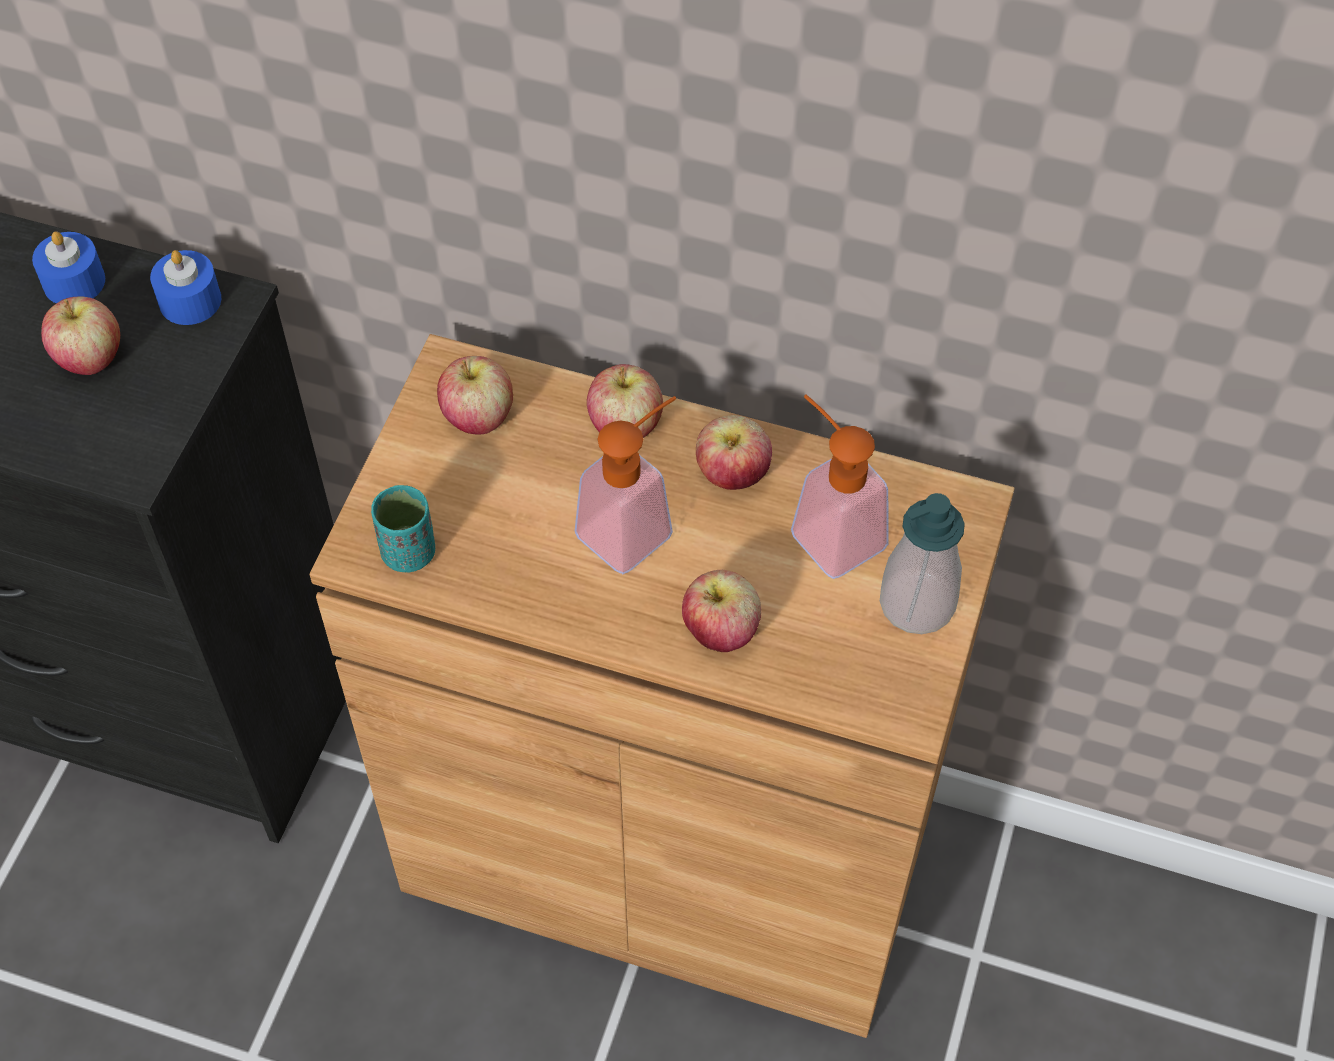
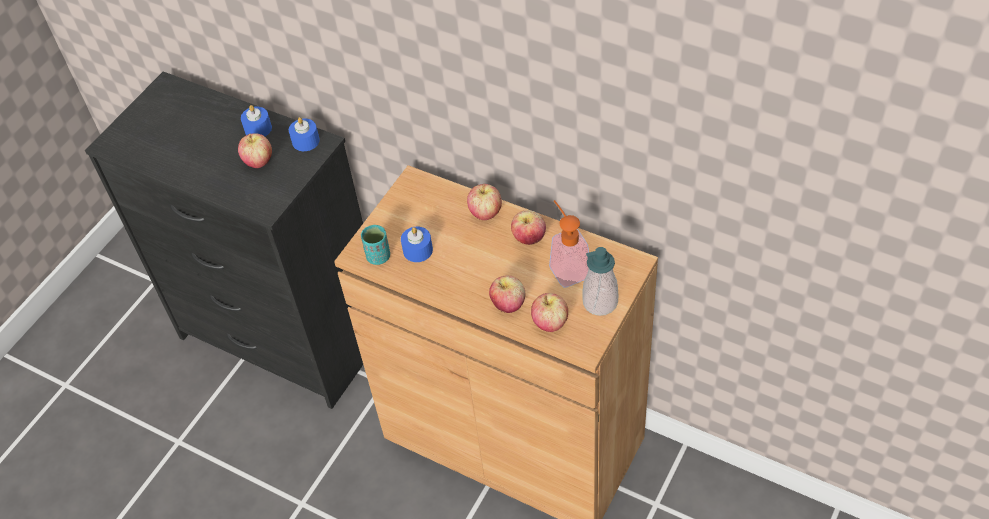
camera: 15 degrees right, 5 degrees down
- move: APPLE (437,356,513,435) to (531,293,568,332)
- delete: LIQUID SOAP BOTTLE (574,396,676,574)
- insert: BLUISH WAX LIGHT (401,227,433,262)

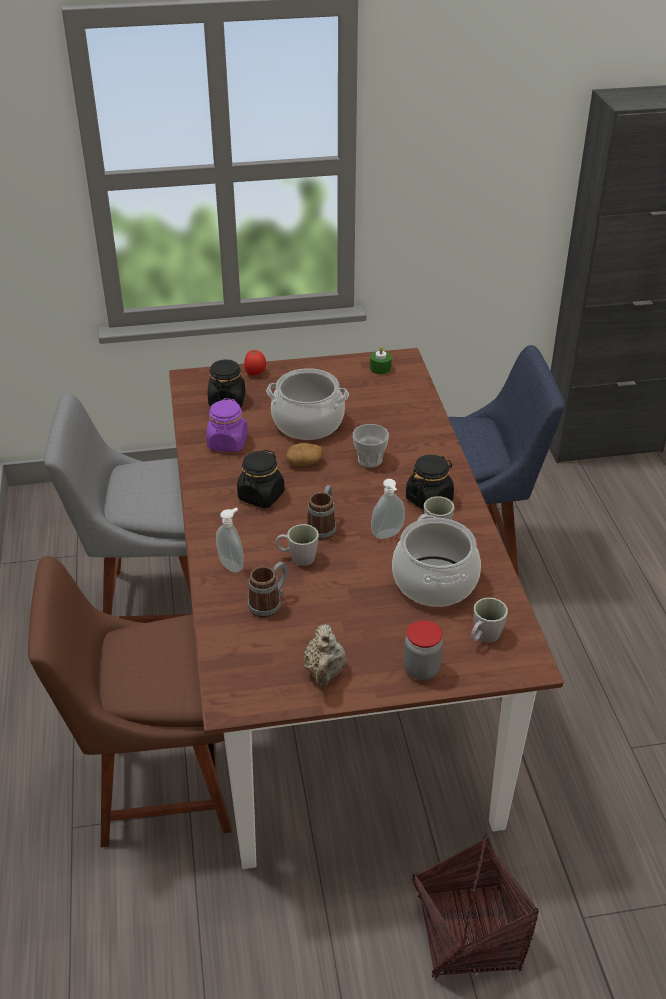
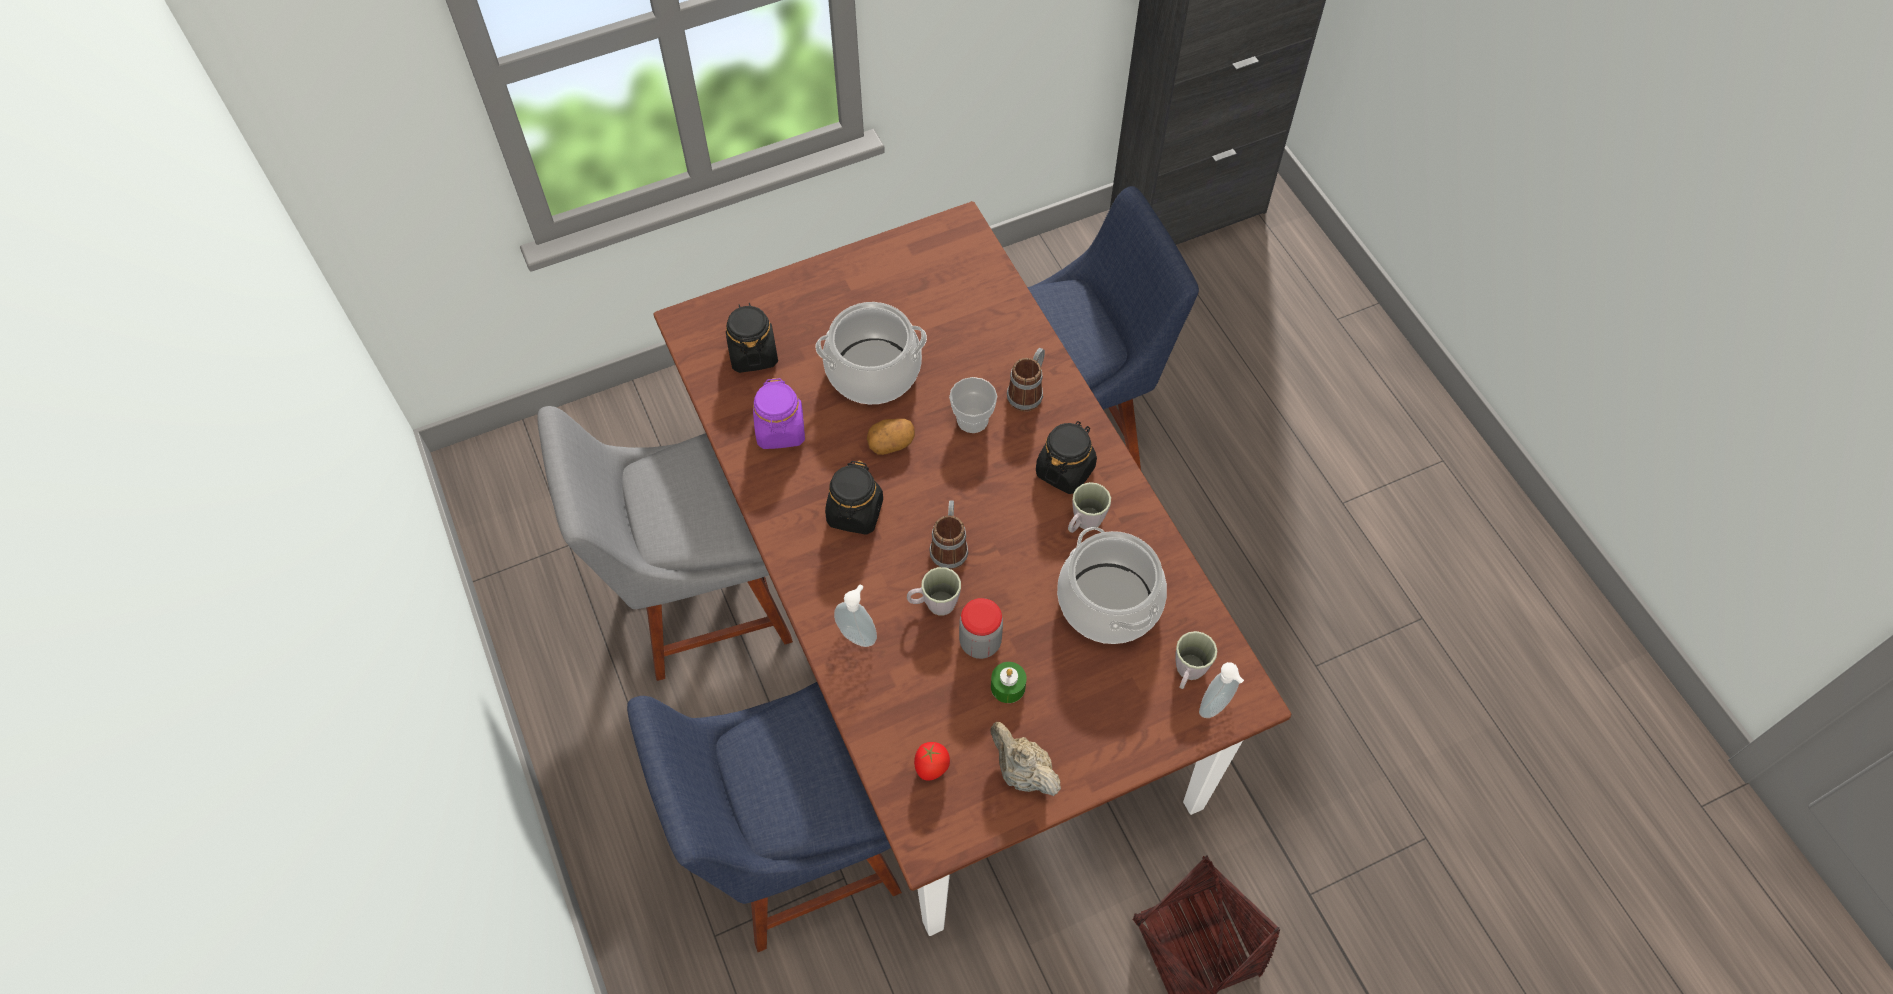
camera: 15 degrees left, 20 degrees up
- recolor: BROWN CHAIR (28,556,232,848) to BLUISH CHAIR (627,682,902,952)
- move: WHOLE TOMATO (244,350,266,375) to (914,742,950,781)
- move: TEA MUG (248,562,288,618) to (1007,348,1045,411)
- rotate: BEIGE TEA POT (304,624,346,687) = (990,722,1061,796) 150 degrees clockwise
- move: GREEN WAX LIGHT (370,346,392,375) to (991,662,1027,703)
- move: LIQUID SOAP BOTTLE (371,479,405,539) to (1199,662,1244,718)
- move: JAR (404,620,443,680) to (959,598,1003,659)

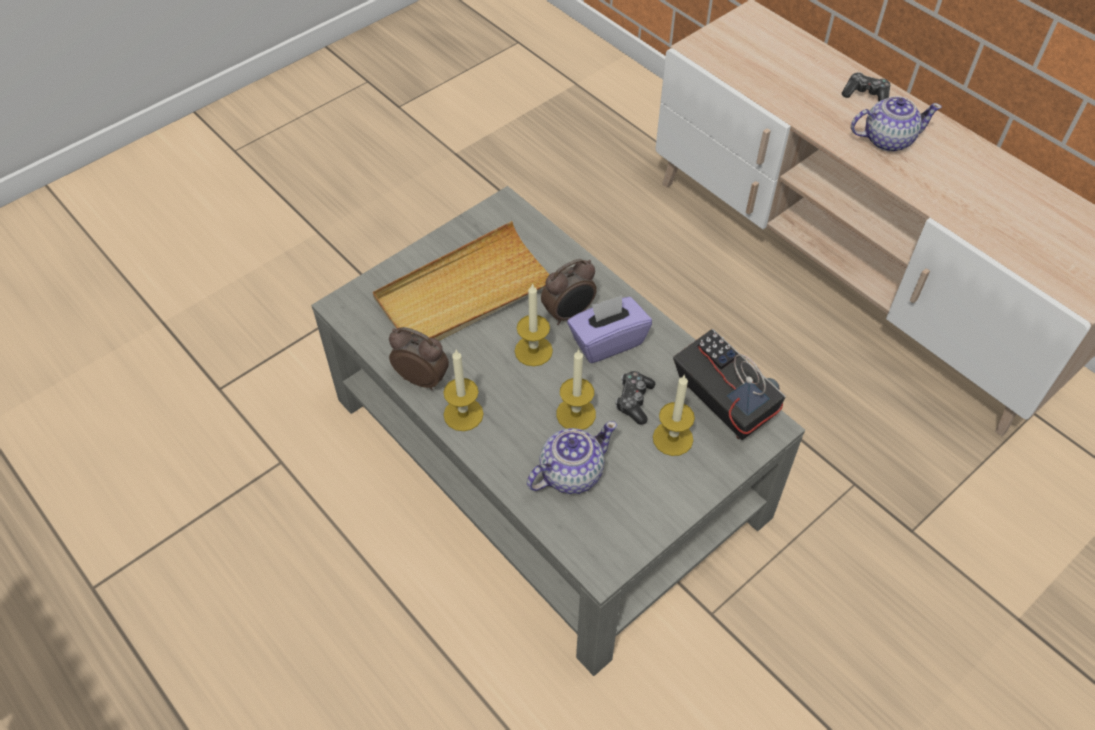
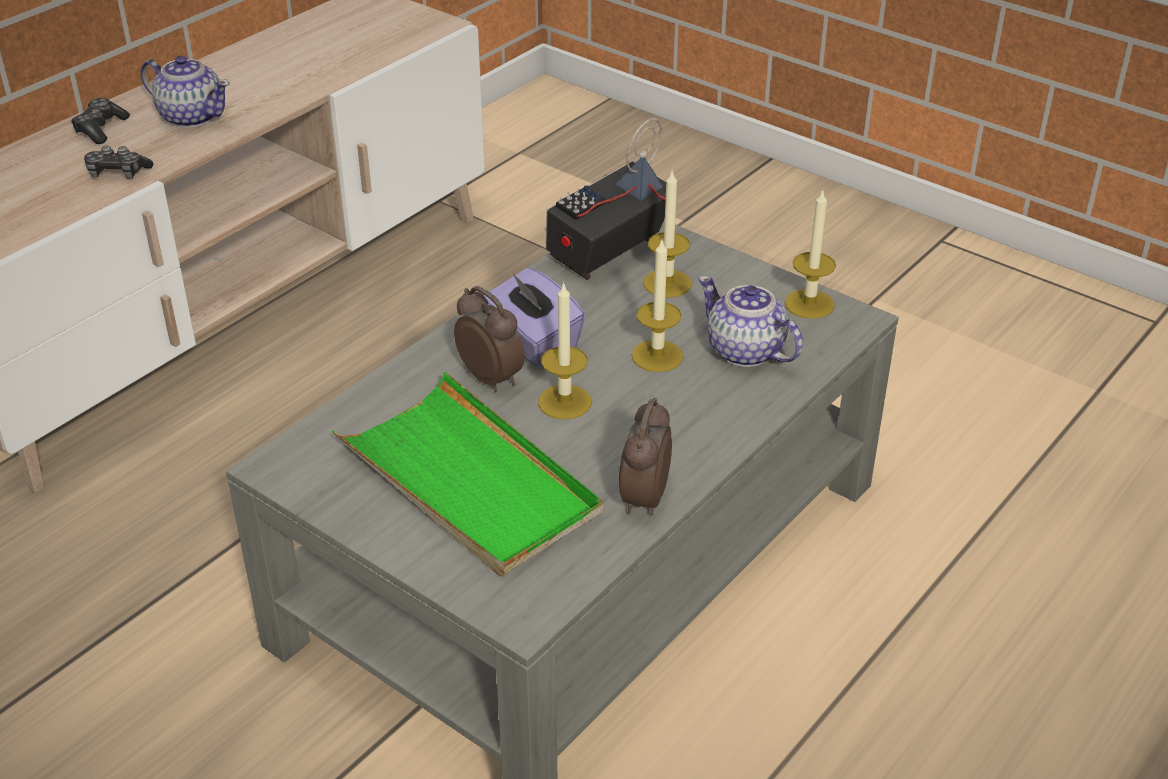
camera: 100 degrees left, 15 degrees down
- recolor: BEIGE CARRYING TRAY (373,221,550,341) to GREEN CARRYING TRAY (332,372,603,577)
- move: WAX LIGHT (443,350,484,431) to (785,189,836,319)
- move: GAME CONTROLLER (615,371,655,425) to (84,146,153,179)
- rotate: TEA POT (851,96,942,152) = (141,56,230,128) 135 degrees clockwise

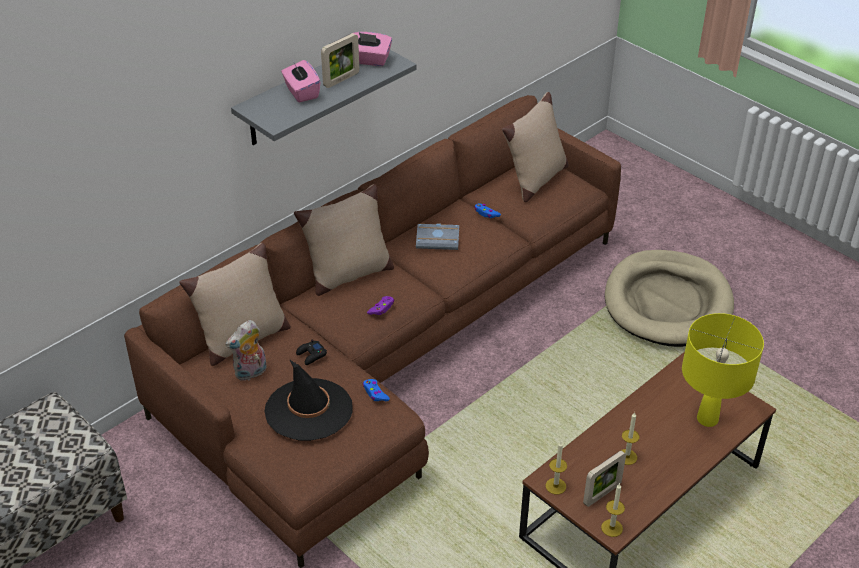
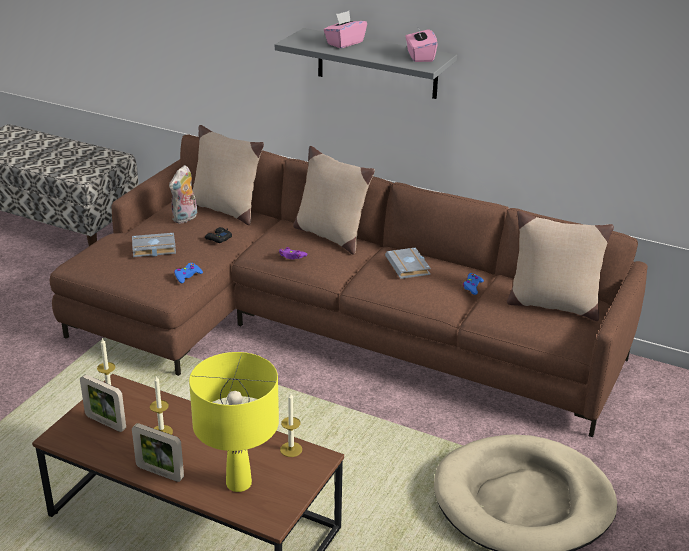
camera: 70 degrees right, 10 degrees down
- rotate: CUDDLY TOY (225,320,267,381) = (169,165,197,224) 90 degrees counterclockwise
- replace: BLACK-COLOURED CLOTHING HAT (265,359,353,441) to GRAY BOUND BOOK (132,233,176,257)
- move: STANDING FRAME (321,33,359,88) to (132,423,184,482)
- move: WAX LIGHT (601,483,625,537) to (280,392,302,457)

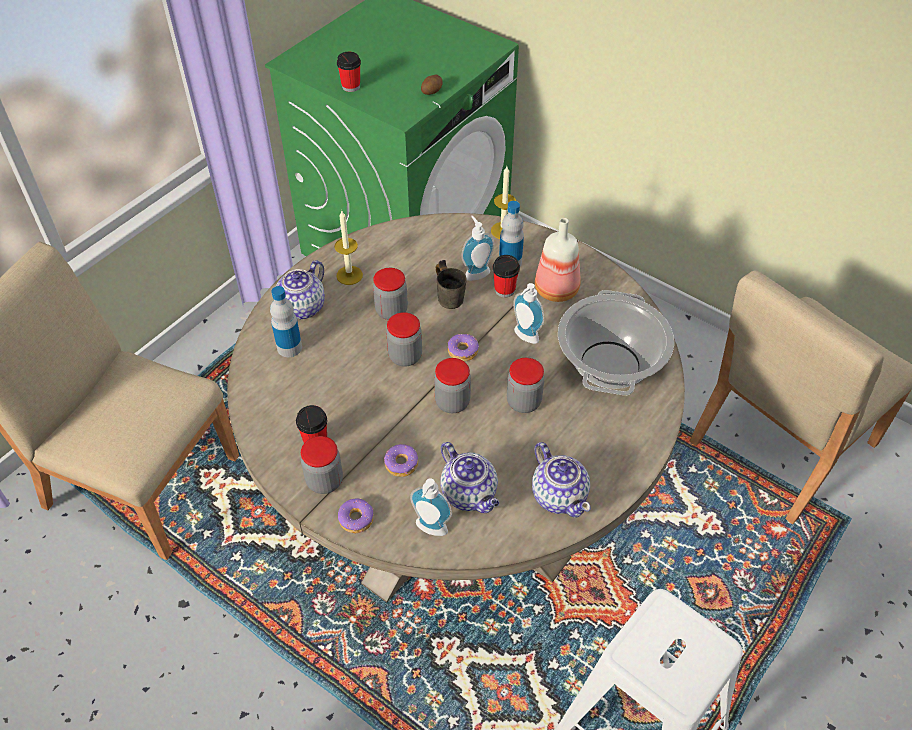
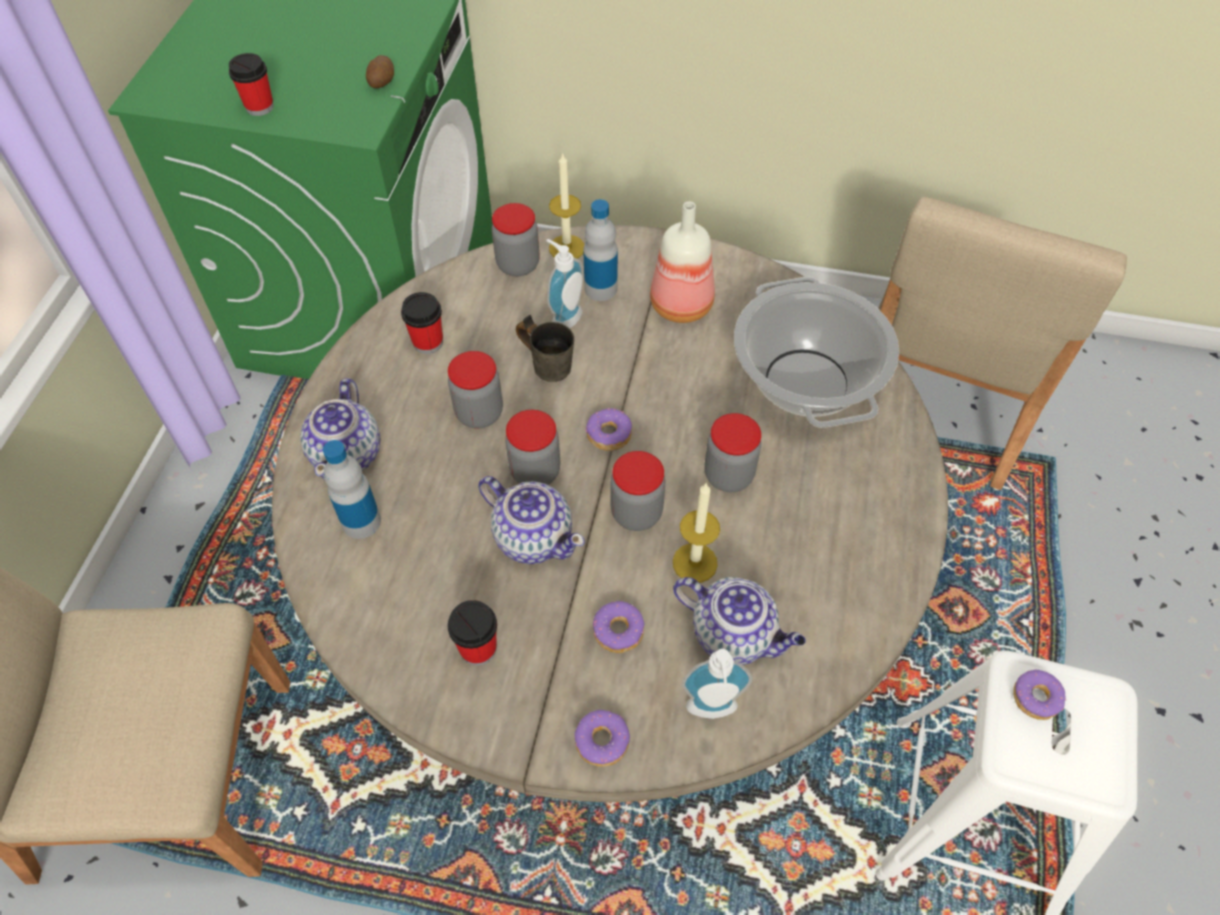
camera: 25 degrees left, 5 degrees up
- move: JAR (301,436,343,494) to (492,203,539,276)
- move: WAX LIGHT (334,211,363,285) to (673,484,720,583)
- move: CUP (493,255,520,297) to (401,292,443,354)
- delete: LIQUID SOAP BOTTLE (513,283,544,344)
- move: TEA POT (532,442,590,518) to (478,476,585,564)
- insert: DOUGHNUT (1013,670,1066,720)

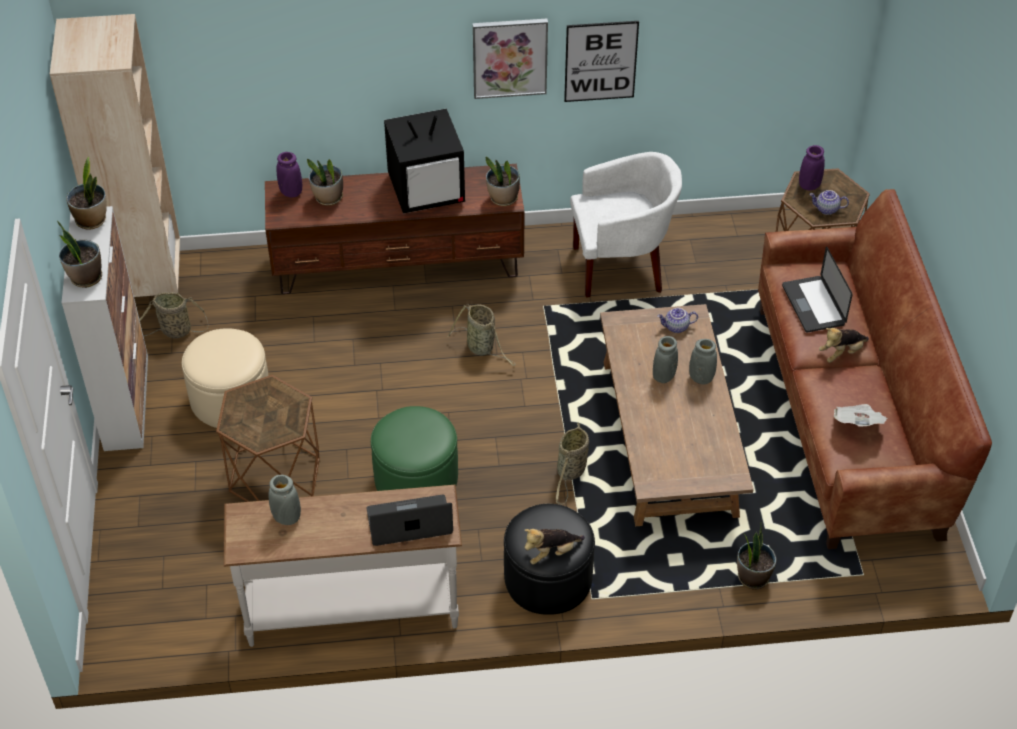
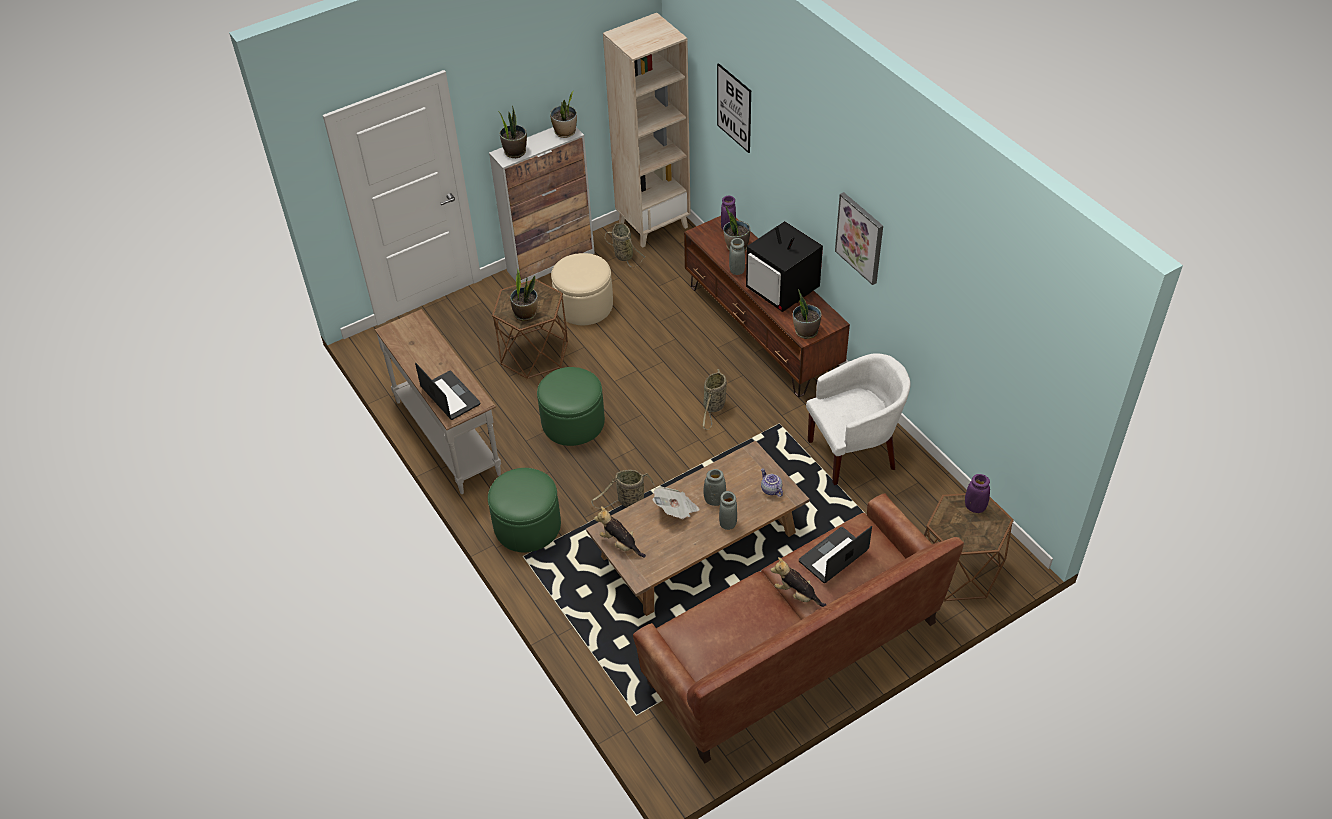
camera: 65 degrees right, 0 degrees up
- move: GRAY FLOWER VASE (268,475,301,525) to (729,238,745,275)
- recolor: BLACK-COLOURED POUFFE (504,504,595,615) to GREEN POUFFE (488,468,561,552)
- move: CUDDLY TOY (524,529,585,564) to (594,506,646,557)
- move: WALL ART (564,21,639,102) to (717,63,751,153)
- rotate: WHITE-COLOURED ARMCHAIR (570,152,682,298) = (806,353,911,485) 75 degrees counterclockwise
- move: PLANT IN A POT (737,522,777,589) to (510,269,538,321)
- delete: TEA POT (809,190,849,215)
- move: PRINTED PAPER (834,404,888,427) to (652,487,699,519)

